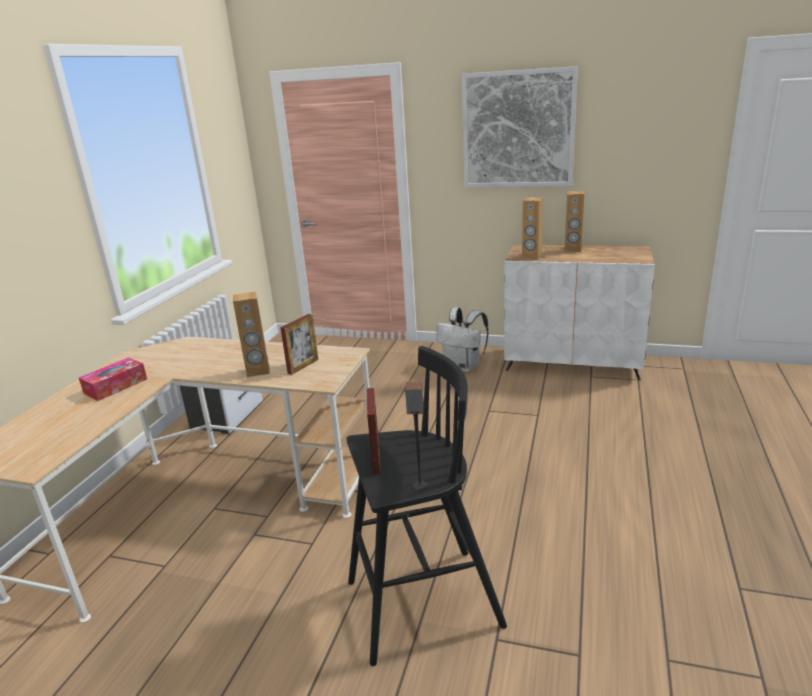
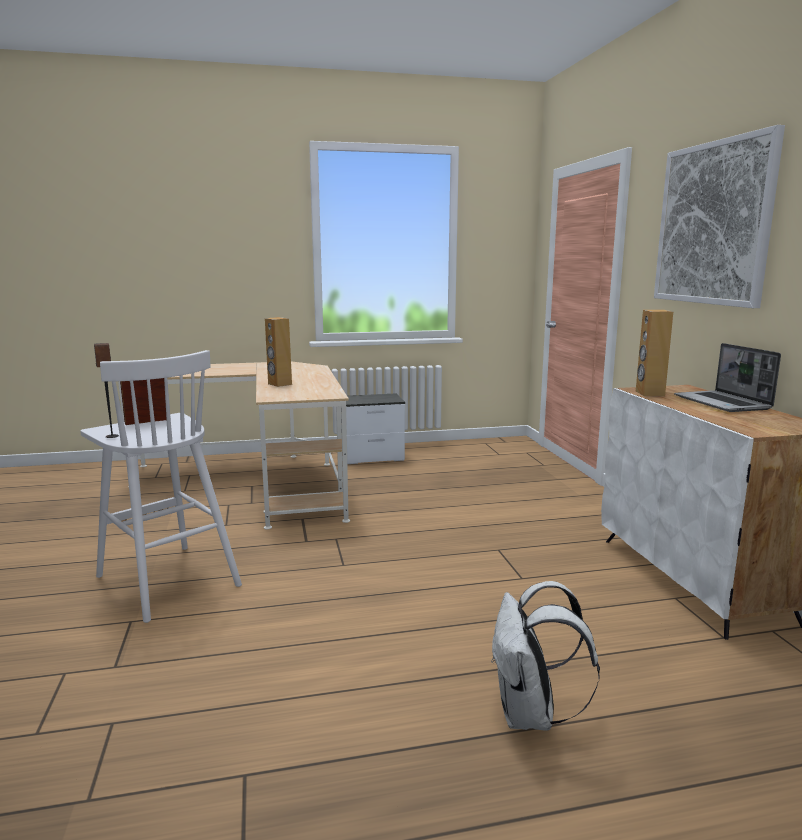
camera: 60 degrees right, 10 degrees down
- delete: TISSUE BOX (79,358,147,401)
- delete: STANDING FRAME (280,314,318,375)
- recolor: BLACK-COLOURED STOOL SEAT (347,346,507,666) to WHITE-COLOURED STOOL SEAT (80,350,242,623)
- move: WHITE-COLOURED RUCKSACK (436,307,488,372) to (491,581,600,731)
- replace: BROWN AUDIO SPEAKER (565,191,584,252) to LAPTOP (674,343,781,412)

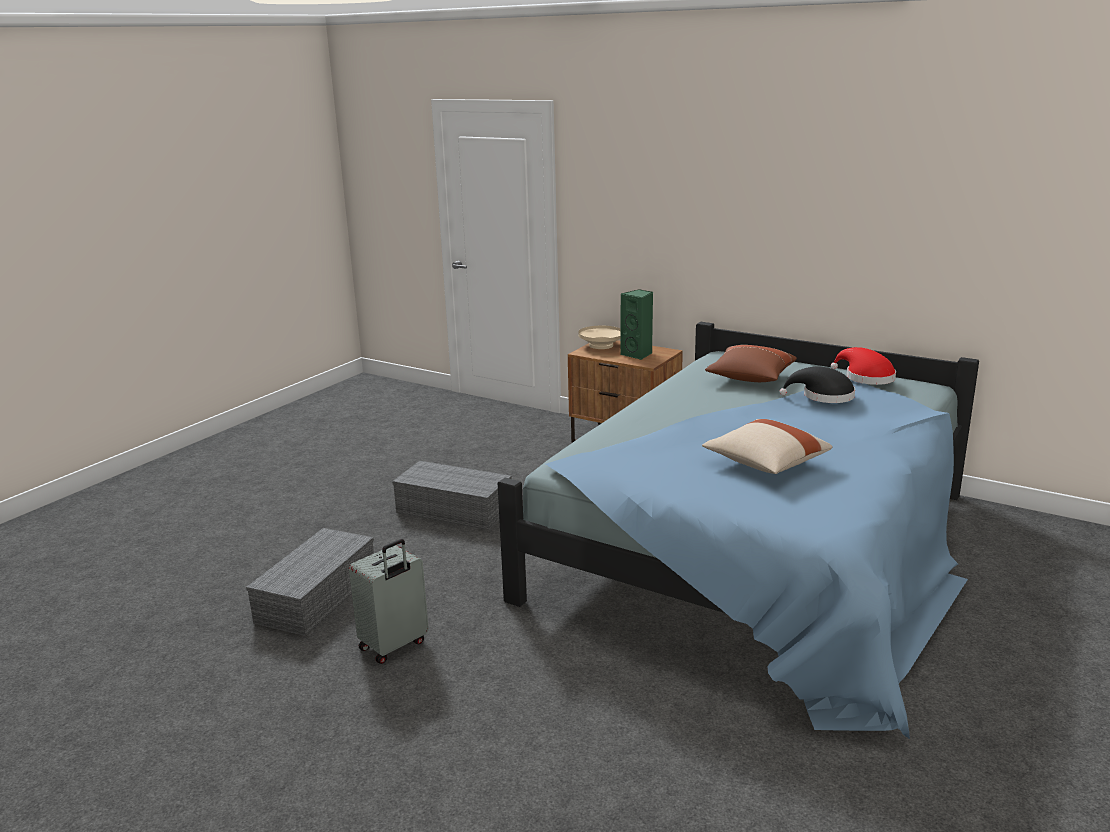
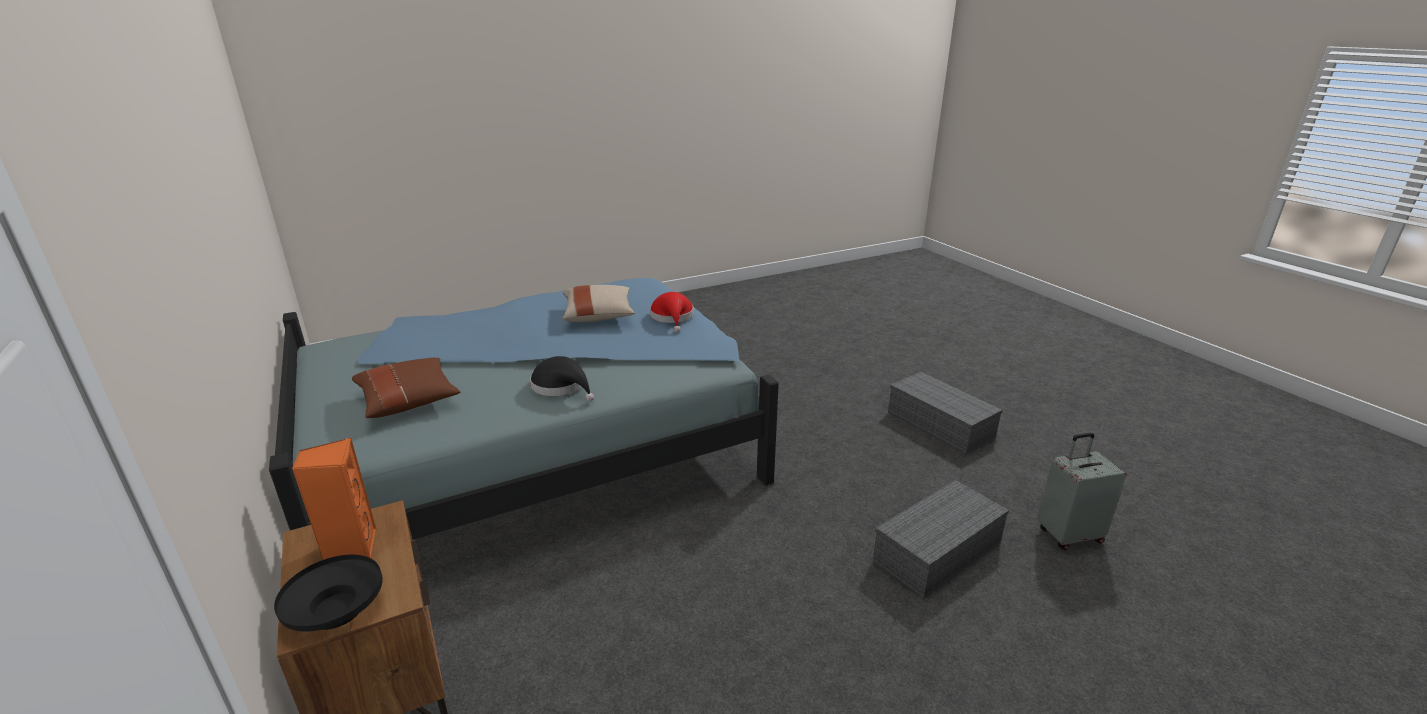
camera: 150 degrees left, 5 degrees up
- move: GRAY PIECE OF LUGGAGE (349,539,429,664) to (1037,433,1127,550)
- move: GRAY STORAGE BIN (392,461,512,530) to (888,372,1003,454)
- recolor: BEIGE BOWL (578,326,621,349) to BLACK-COLOURED BOWL (274,555,383,632)
- recolor: GREEN AUDIO SPEAKER (620,289,653,360) to ORANGEY AUDIO SPEAKER (292,438,376,560)
- move: BLACK-COLOURED CLOTHING HAT (780,367,855,403) to (530,356,594,401)
- move: RED CLOTHING HAT (831,347,896,385) to (650,292,694,333)

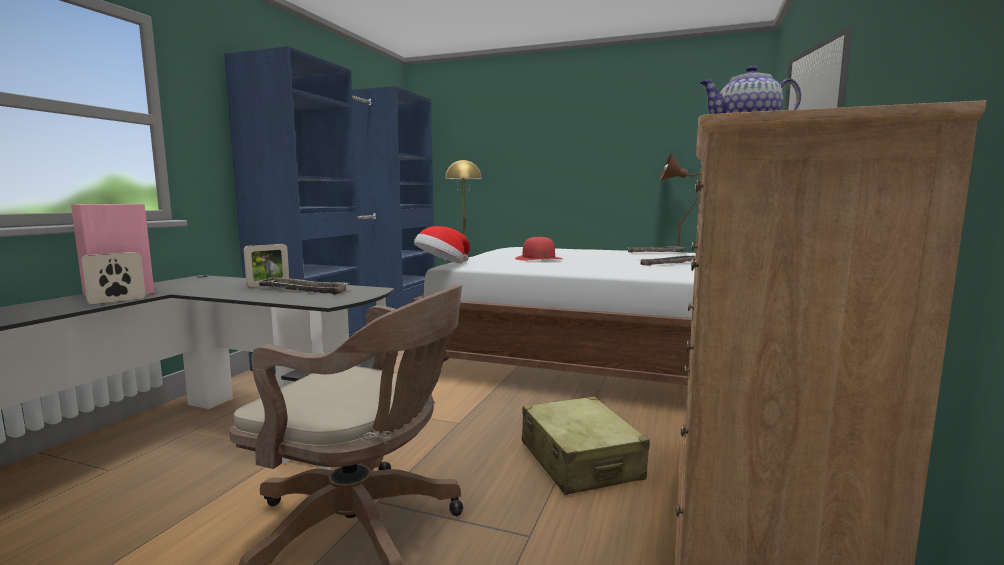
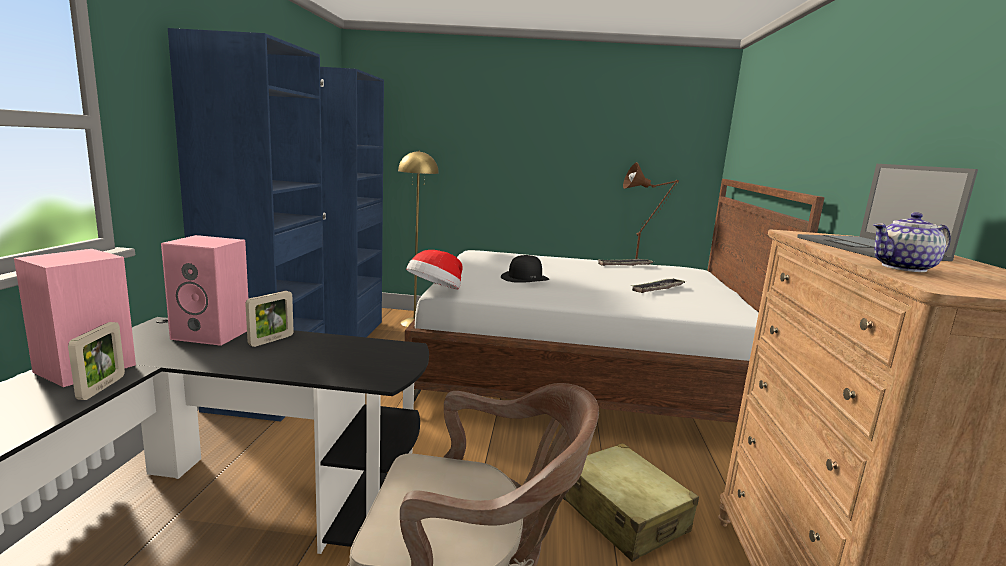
camera: 15 degrees left, 5 degrees up
- rotate: STANDING FRAME (81,252,146,304) = (68,322,125,400) 150 degrees clockwise
- delete: CARRYING TRAY (258,277,349,295)
- recolor: RED CLOTHING HAT (515,237,562,261) to BLACK-COLOURED CLOTHING HAT (501,255,549,283)
- insert: PINK AUDIO SPEAKER (161,235,248,346)

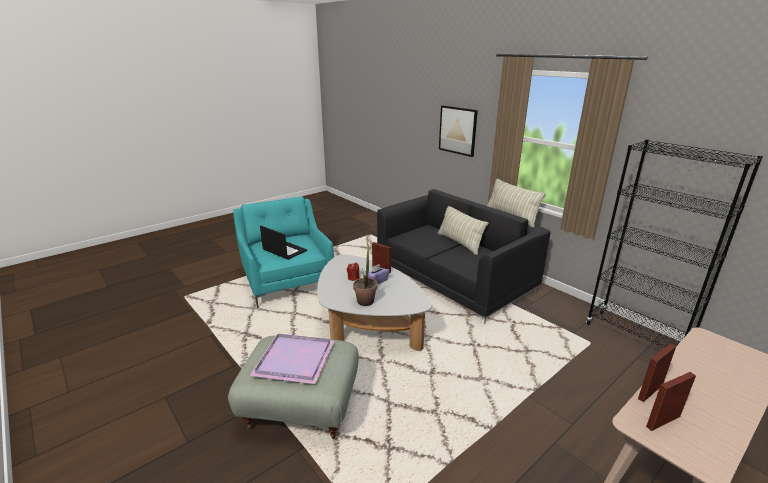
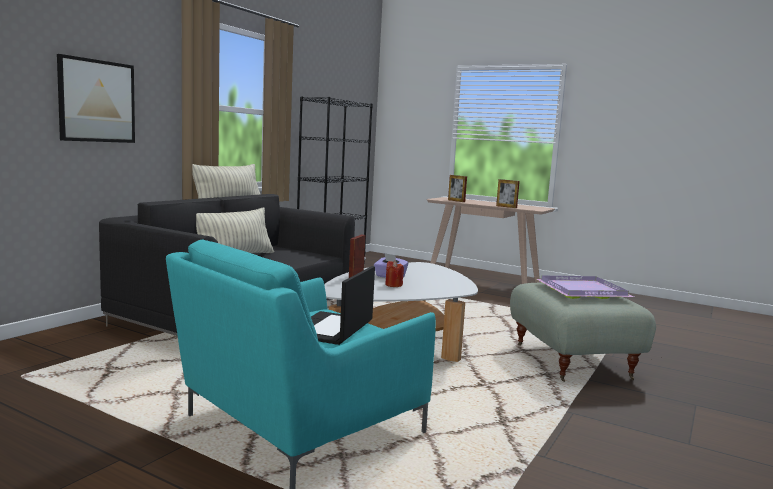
camera: 110 degrees left, 15 degrees down
- delete: PLANT IN A POT (353,233,377,306)
- move: STANDING FRAME (646,372,696,431) to (448,175,467,202)

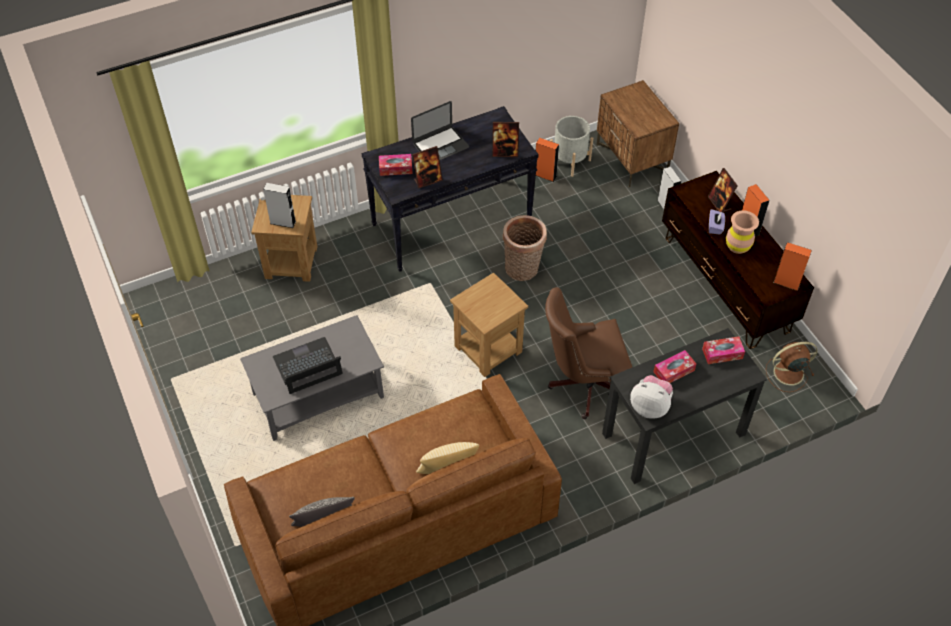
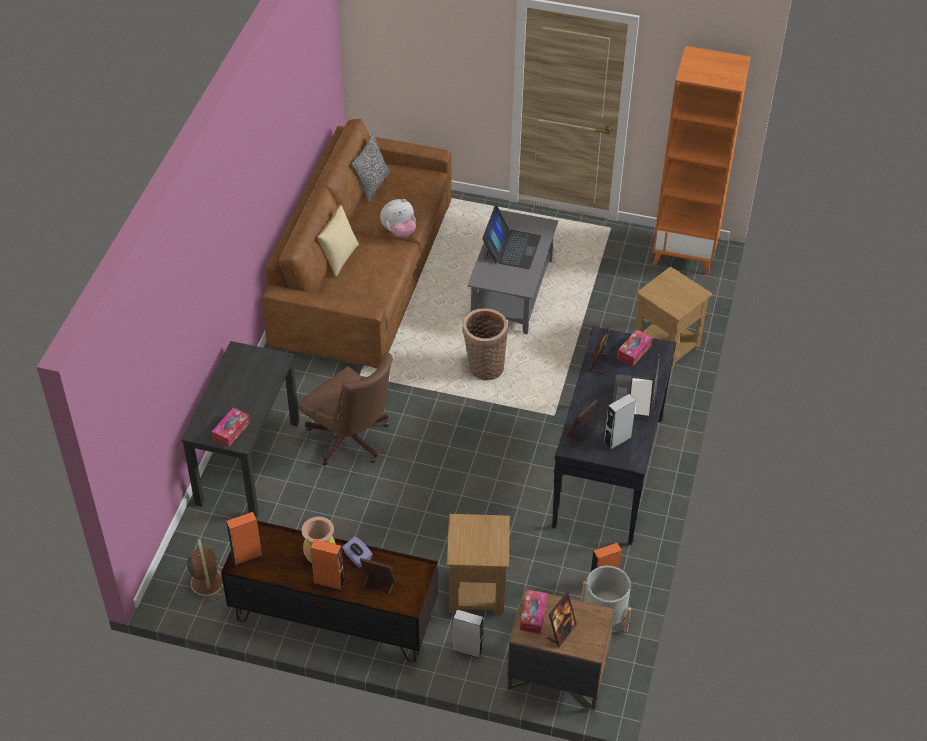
camera: 130 degrees right, 5 degrees down
- move: GRAY AUDIO SPEAKER (263,183,296,228) to (603,394,636,450)
- move: BROWN SIDE TABLE (450,273,528,377) to (447,514,510,615)
- move: STORAGE BASKET (503,215,547,281) to (462,308,508,380)
- rotate: BROWN DESK CHAIR (545,287,632,419) = (298,352,393,466) 105 degrees clockwise
- move: CUDDLY TOY (630,375,673,419) to (380,199,416,238)
- move: TISSUE BOX (653,350,696,383) to (520,590,548,634)
- rotate: BROWN COOLING FAN (766,342,818,392) = (182,539,224,605) 45 degrees counterclockwise
- insert: STANDING FRAME (547,592,577,647)
- insert: ORANGEY BOOKCASE (652,46,751,275)

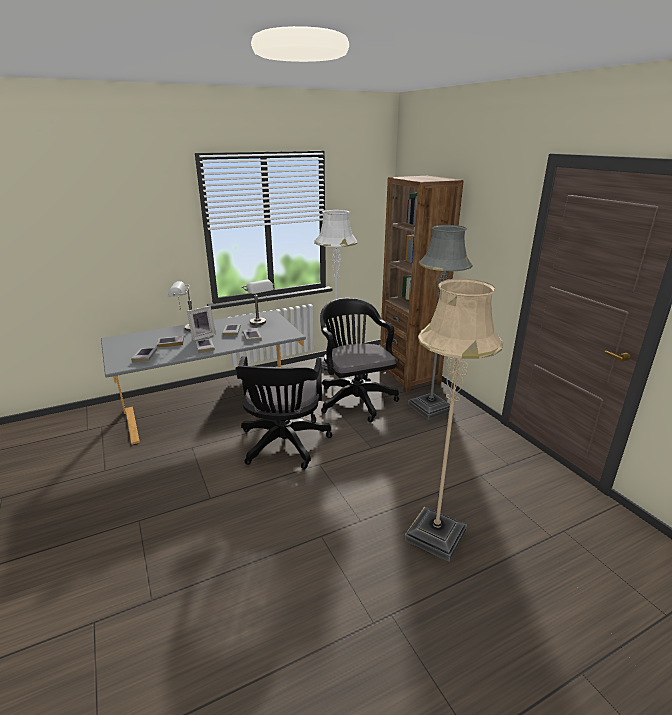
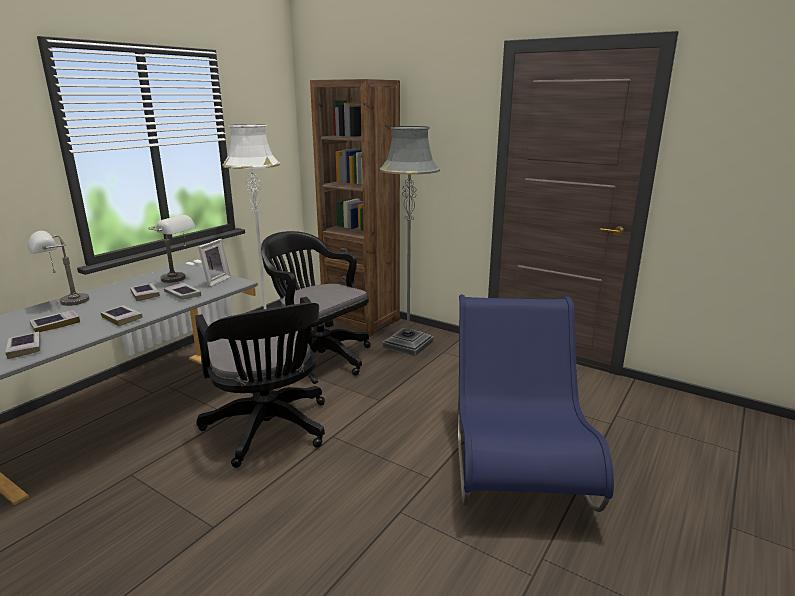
camera: 30 degrees left, 5 degrees down
- move: STANDING FRAME (187,306,216,341) to (198,239,231,287)
- replace: BEIGE STANDING LAMP (404,279,503,562) to BLUISH CHAIR (457,294,614,512)

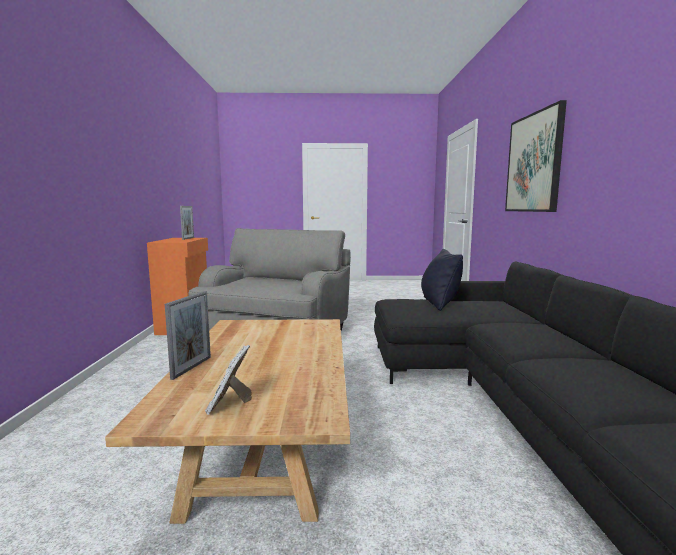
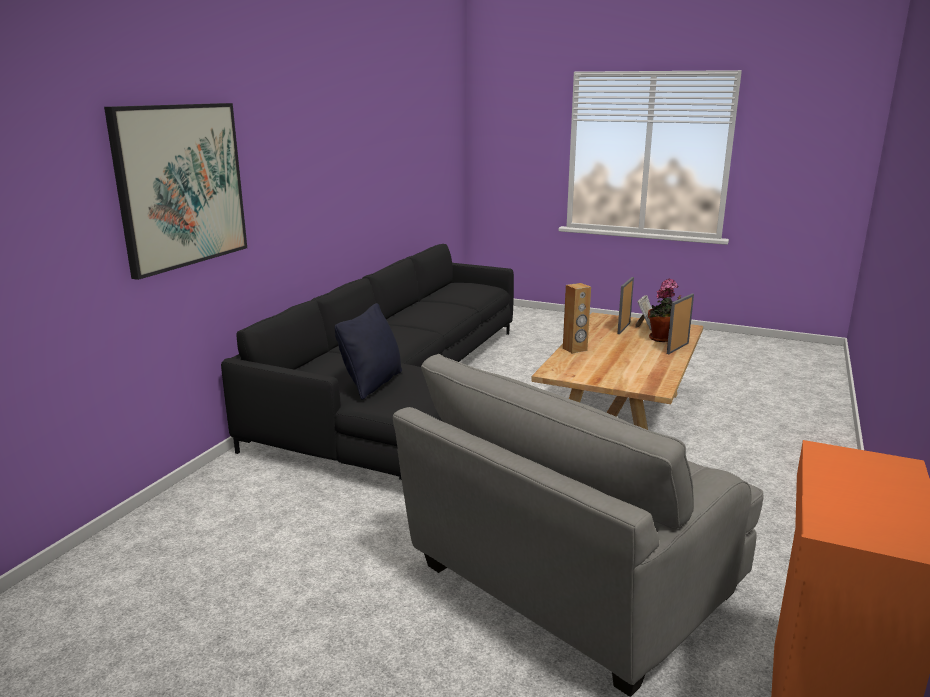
camera: 155 degrees left, 10 degrees up
- move: STANDING FRAME (180,206,194,240) to (617,277,634,334)
- insert: BROWN AUDIO SPEAKER (563,283,591,354)
- insert: PLANT IN A POT (648,279,681,342)

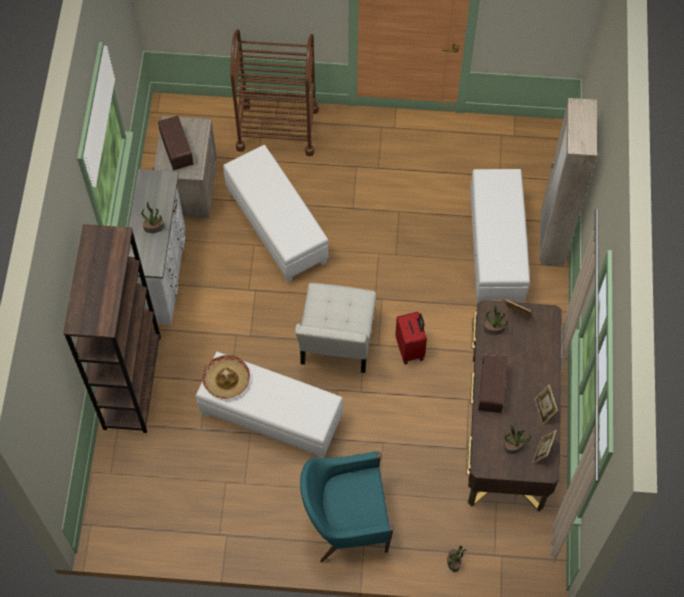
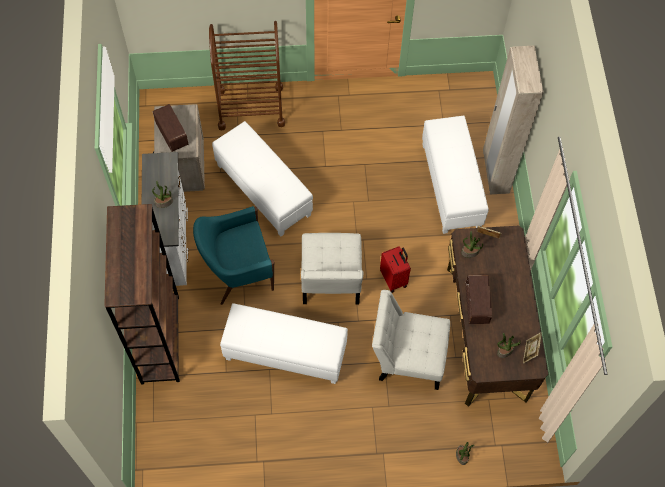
camera: 10 degrees left, 0 degrees up
- delete: CLOTHING HAT (202,355,250,399)
- move: TURQUOISE ARMCHAIR (300,451,394,563) to (193,206,274,305)
- delete: STANDING FRAME (534,384,558,425)
- insert: WHITE-COLOURED CHAIR (372,290,450,390)

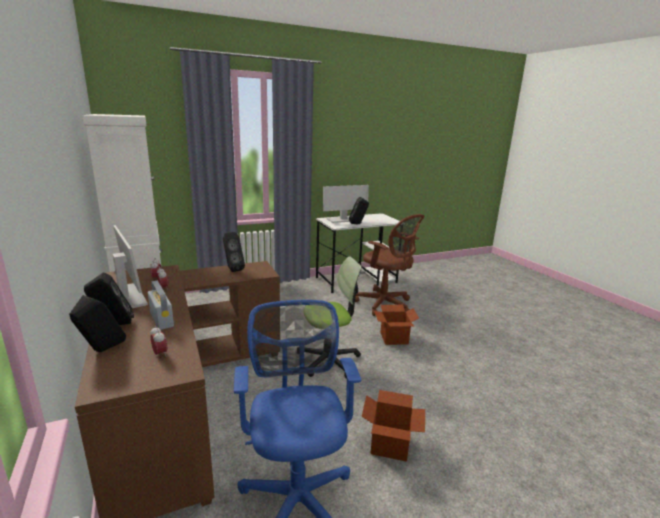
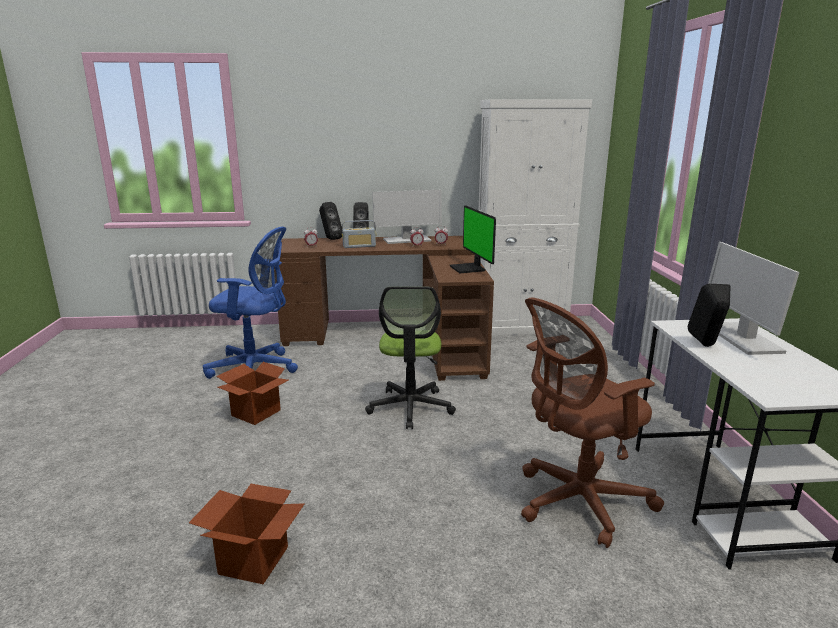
camera: 110 degrees right, 0 degrees up
- replace: BLACK-COLOURED AUDIO SPEAKER (223,232,245,272) to COMPUTER DISPLAY (450,205,496,273)
- move: CARDBOARD BOX (374,305,419,345) to (189,484,305,584)

